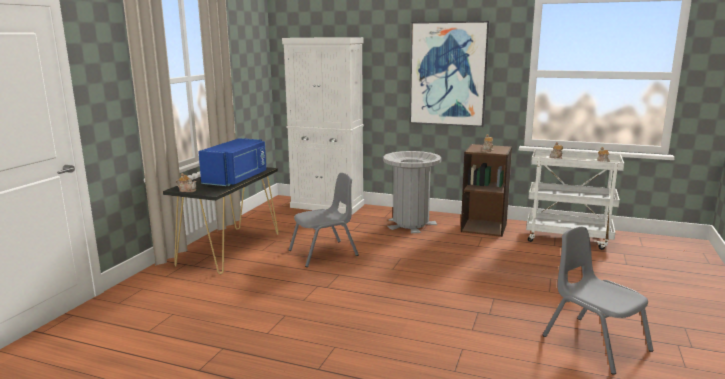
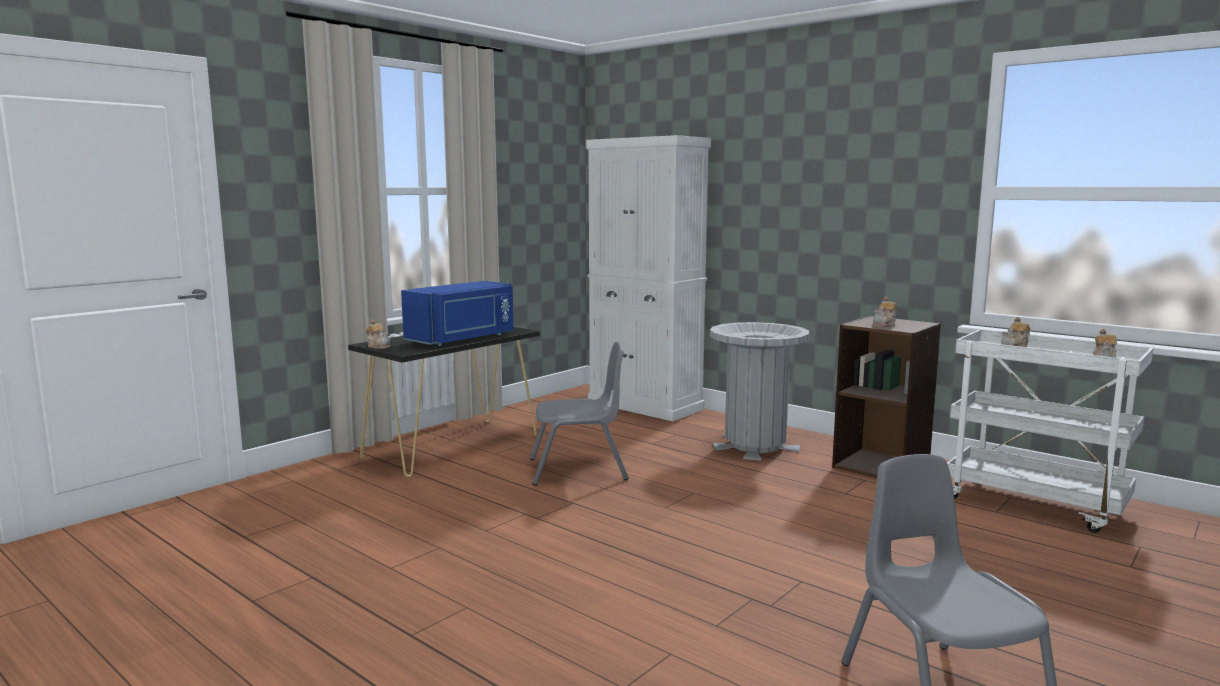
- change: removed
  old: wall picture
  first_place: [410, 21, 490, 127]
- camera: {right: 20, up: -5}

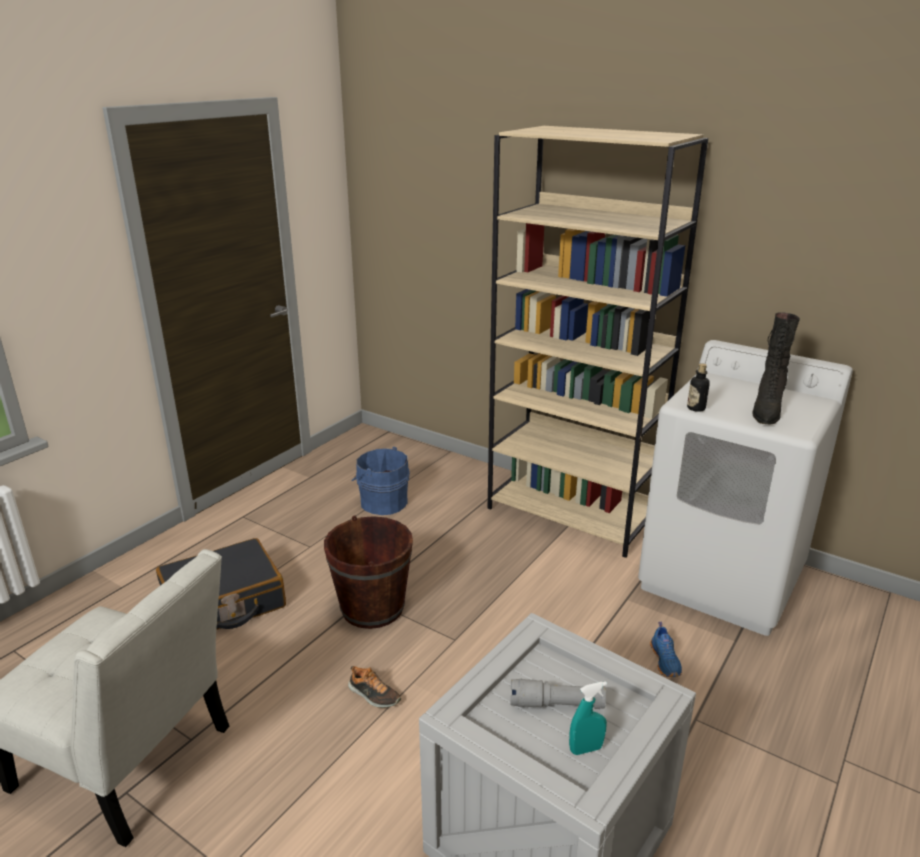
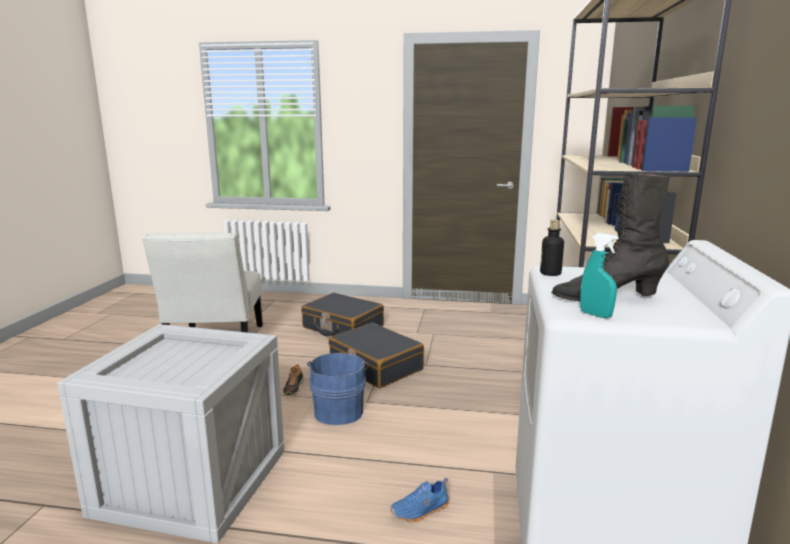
- change: moved
  old: bucket/bluish
  first_place: [351, 446, 410, 515]
  second_place: [307, 353, 369, 425]
- change: replaced
  old: bucket/brownish
  new: suitcase/blackish
  first_place: [324, 515, 413, 629]
  second_place: [329, 323, 424, 388]
- change: removed
  old: flashlight/gray
  first_place: [510, 679, 606, 709]
- change: moved
  old: spray bottle/turquoise-coloured
  first_place: [569, 681, 607, 755]
  second_place: [580, 233, 619, 318]
- camera: {right: 65, up: -10}

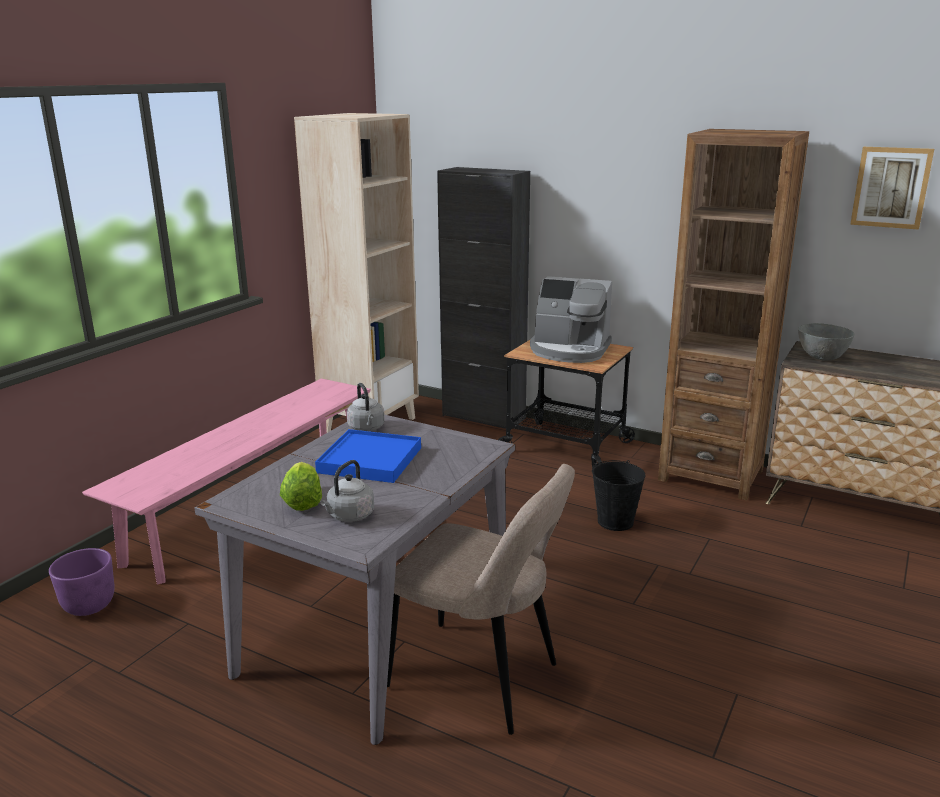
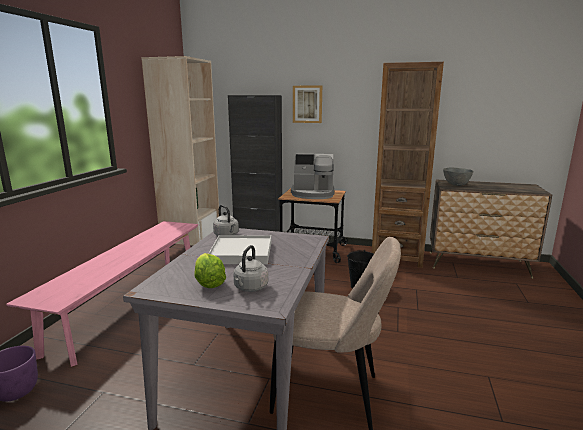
- change: moved
  old: wall picture
  first_place: [850, 147, 934, 230]
  second_place: [293, 85, 322, 123]
- change: recoloured
  old: serving tray/bluish
  new: serving tray/white-coloured
  first_place: [315, 429, 421, 483]
  second_place: [208, 235, 271, 264]
- camera: {right: -15, up: -5}

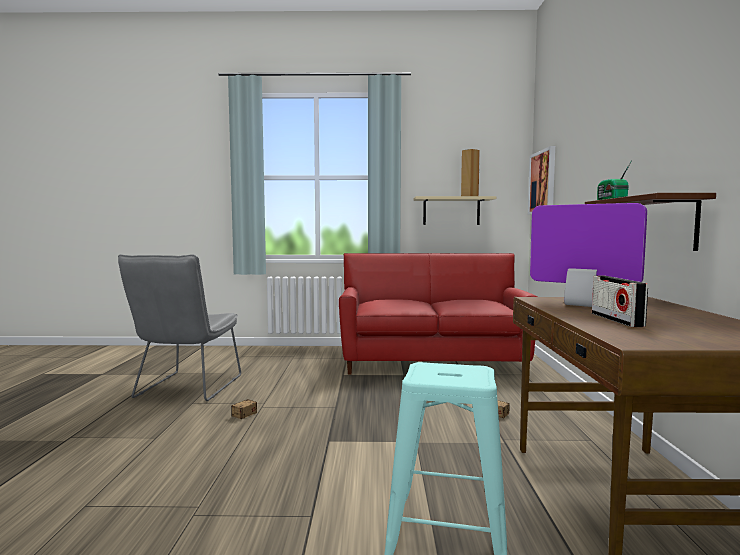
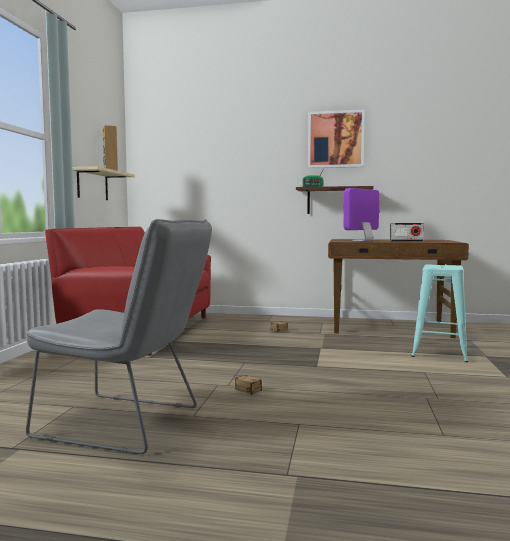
- change: moved
  old: wall picture
  first_place: [528, 146, 555, 215]
  second_place: [308, 110, 365, 168]
- camera: {right: -80, up: 0}

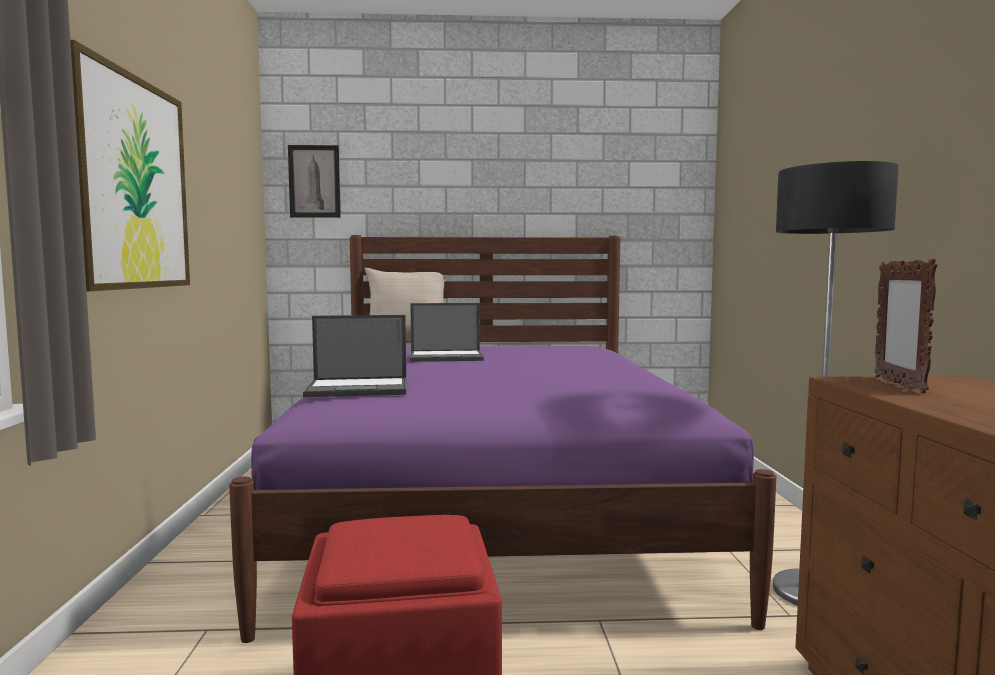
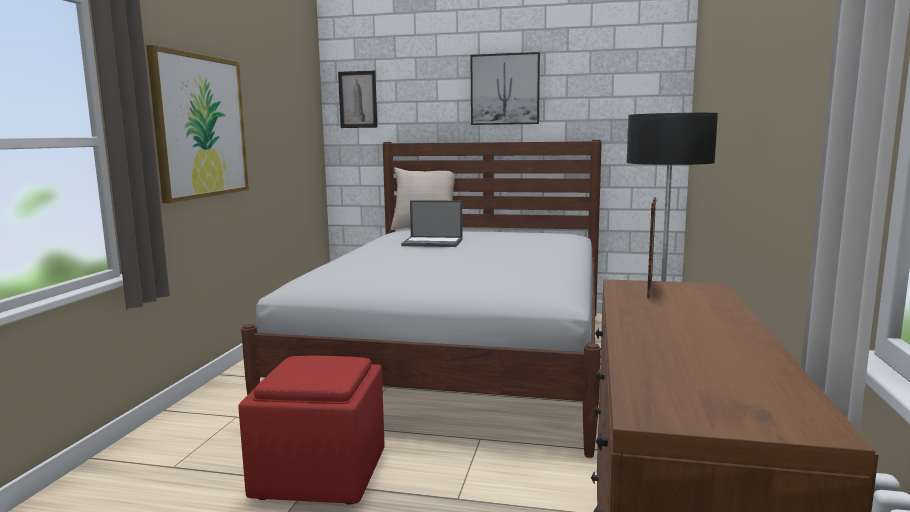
- change: recoloured
  old: bed/purple-coloured
  new: bed/white-coloured
  first_place: [229, 235, 776, 643]
  second_place: [241, 140, 602, 458]
- change: removed
  old: portable computer
  first_place: [303, 315, 406, 397]
- change: added
  new: wall picture
  second_place: [471, 52, 540, 125]
- camera: {right: 15, up: 5}

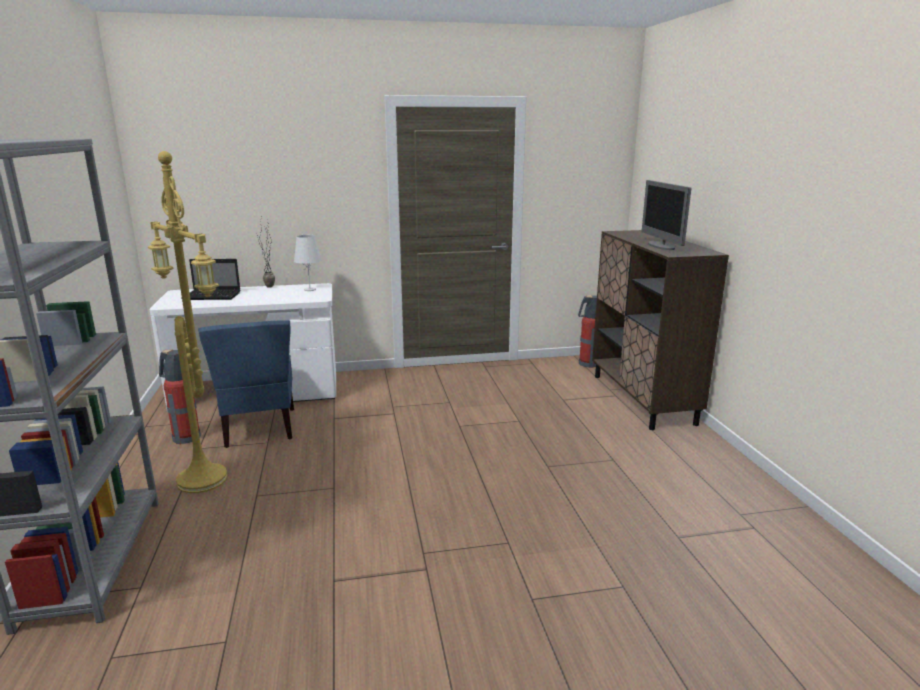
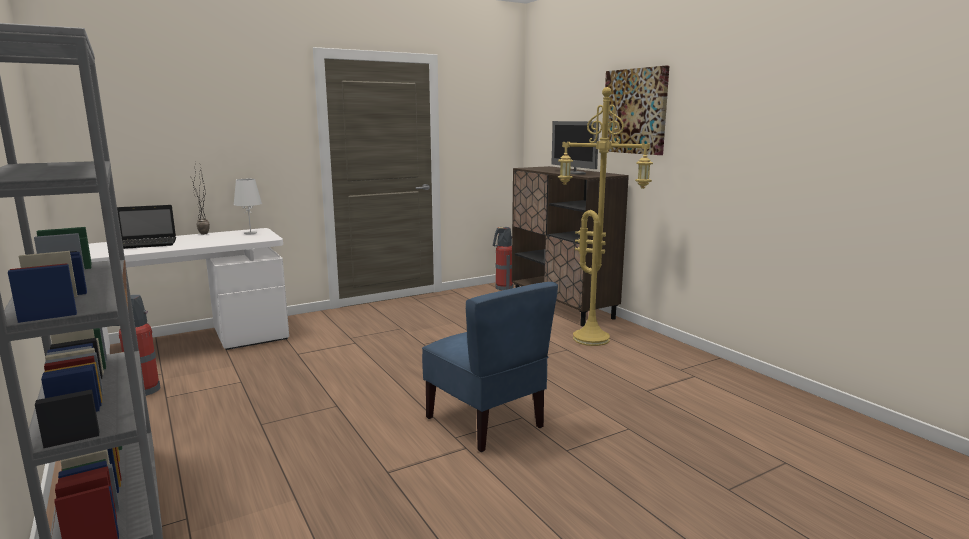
- change: moved
  old: standard lamp/yellowish
  first_place: [148, 151, 228, 493]
  second_place: [558, 87, 653, 346]
- change: moved
  old: plain chair/bluish
  first_place: [198, 320, 294, 448]
  second_place: [422, 282, 558, 452]
- change: added
  new: wall picture
  second_place: [605, 66, 669, 155]
- camera: {right: -20, up: -5}

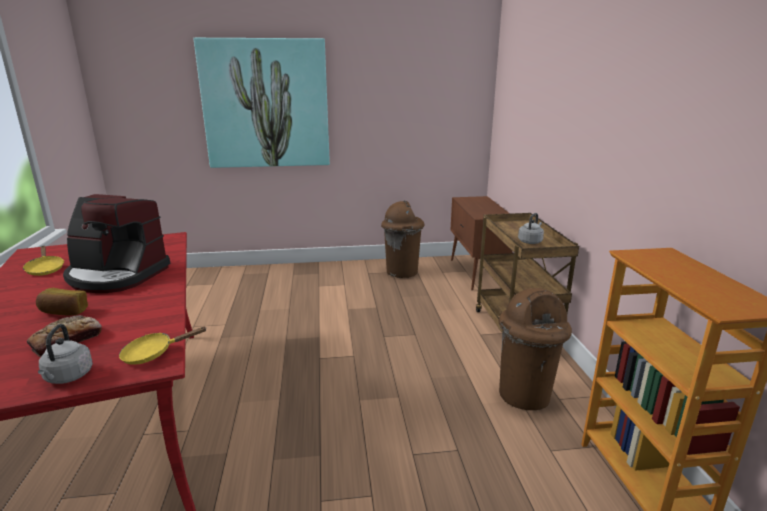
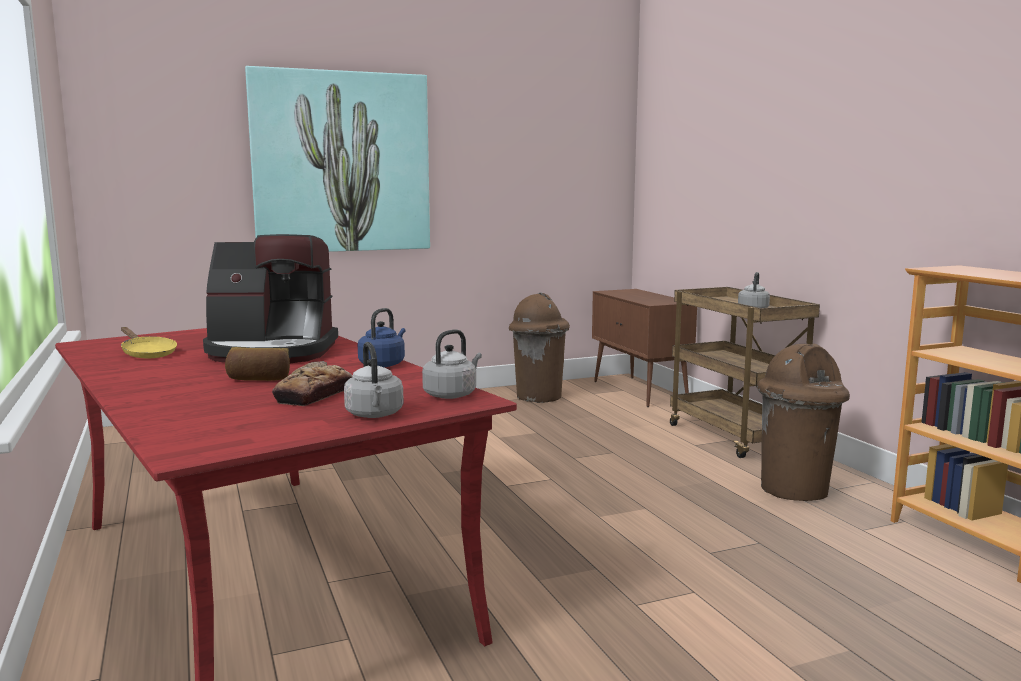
- change: replaced
  old: pan/yellowish
  new: water kettle/gray
  first_place: [119, 327, 207, 365]
  second_place: [422, 329, 482, 399]
- change: added
  new: water kettle/bluish
  second_place: [358, 308, 405, 367]
- camera: {right: -15, up: -10}

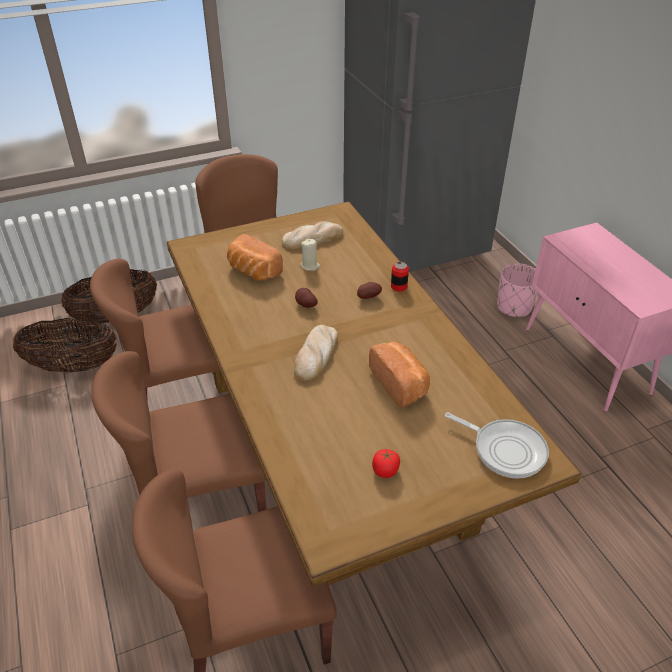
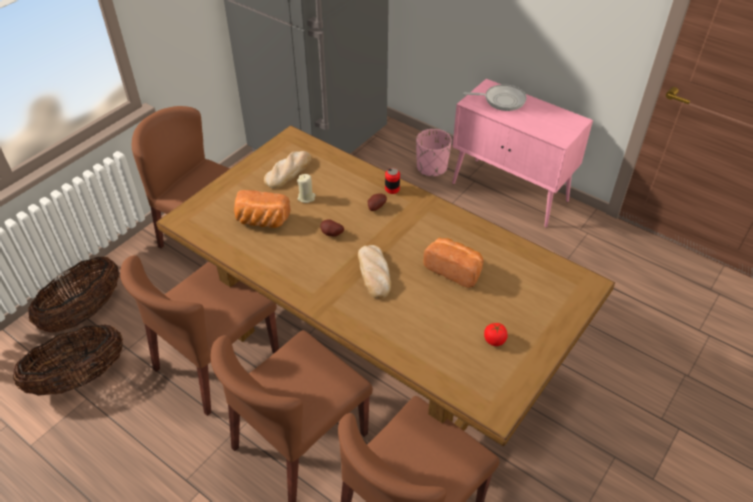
- change: moved
  old: pan
  first_place: [445, 412, 549, 479]
  second_place: [463, 84, 527, 111]
- camera: {right: -30, up: 5}

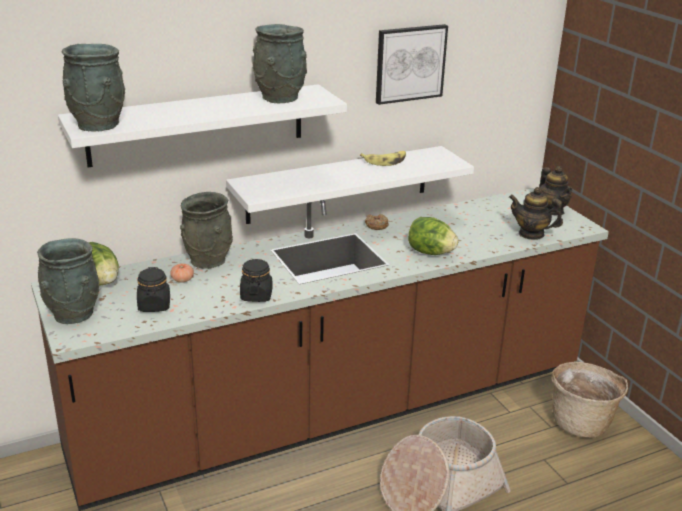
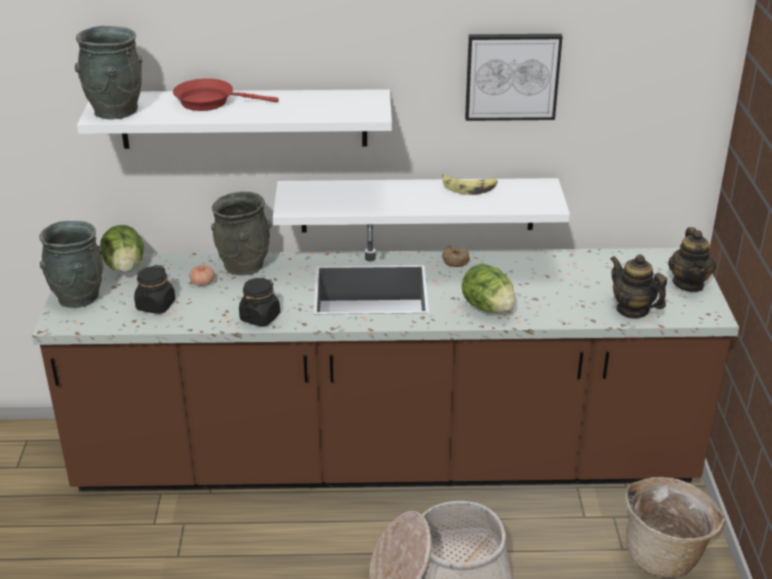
- change: removed
  old: decorative vase/gray
  first_place: [253, 24, 307, 104]
- change: added
  new: pan/reddish
  second_place: [173, 78, 279, 111]
- camera: {right: 25, up: 5}

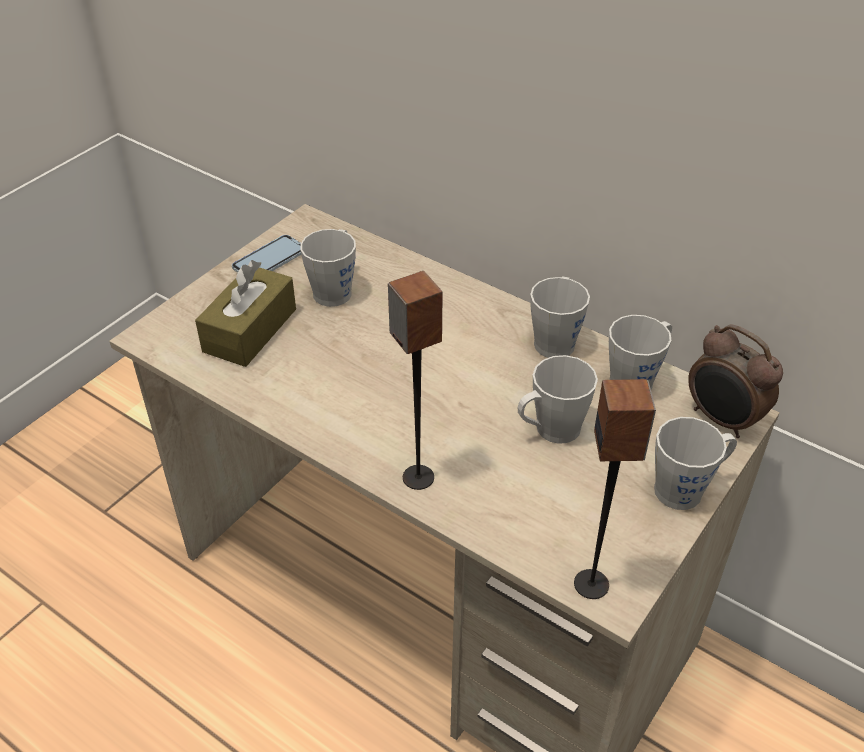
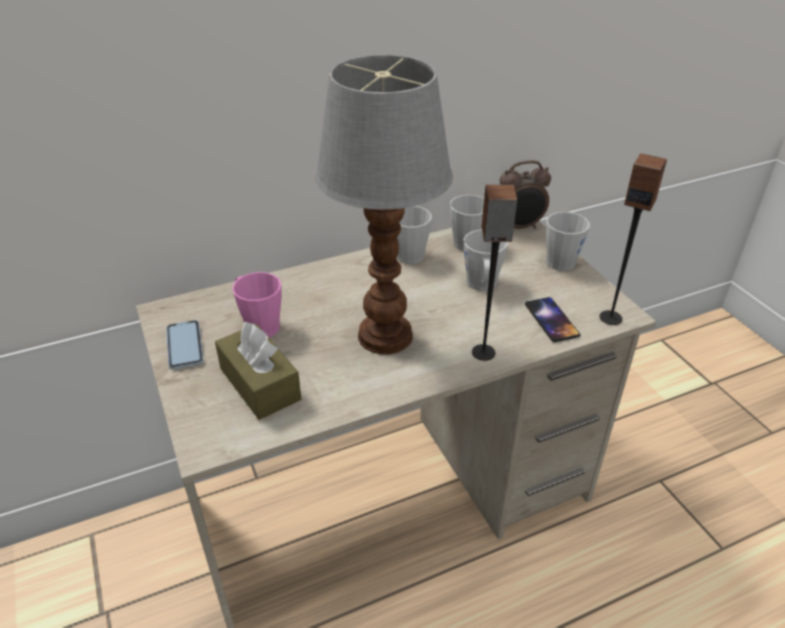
- change: recoloured
  old: mug/gray
  new: mug/pink
  first_place: [300, 229, 356, 307]
  second_place: [232, 272, 282, 337]
- change: added
  new: tabletop lamp
  second_place: [315, 55, 453, 354]
- change: added
  new: phone
  second_place: [525, 297, 580, 342]
- camera: {right: -60, up: -5}

